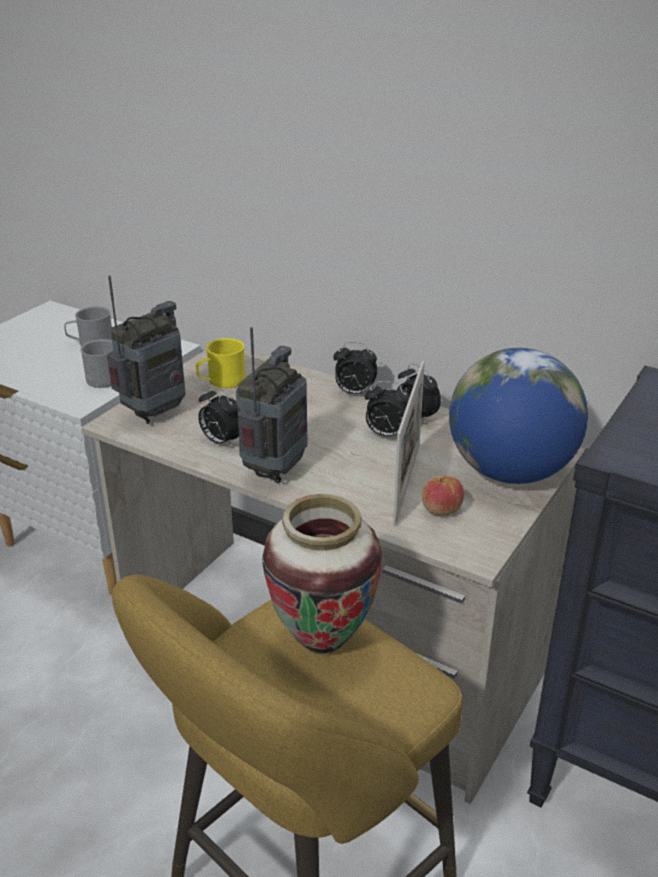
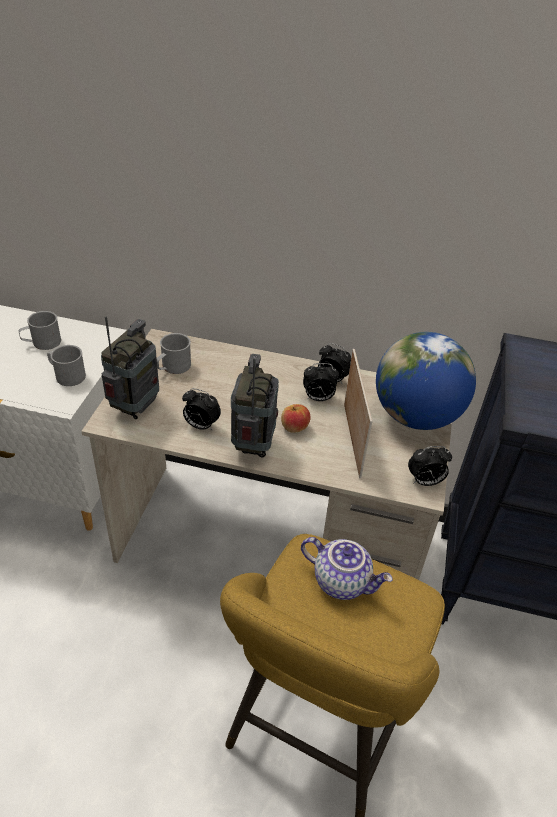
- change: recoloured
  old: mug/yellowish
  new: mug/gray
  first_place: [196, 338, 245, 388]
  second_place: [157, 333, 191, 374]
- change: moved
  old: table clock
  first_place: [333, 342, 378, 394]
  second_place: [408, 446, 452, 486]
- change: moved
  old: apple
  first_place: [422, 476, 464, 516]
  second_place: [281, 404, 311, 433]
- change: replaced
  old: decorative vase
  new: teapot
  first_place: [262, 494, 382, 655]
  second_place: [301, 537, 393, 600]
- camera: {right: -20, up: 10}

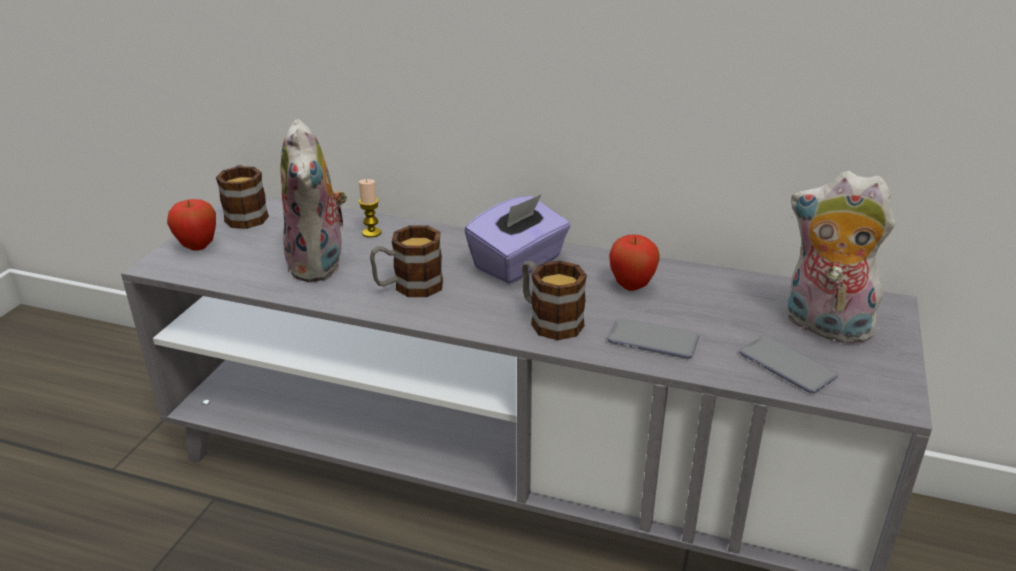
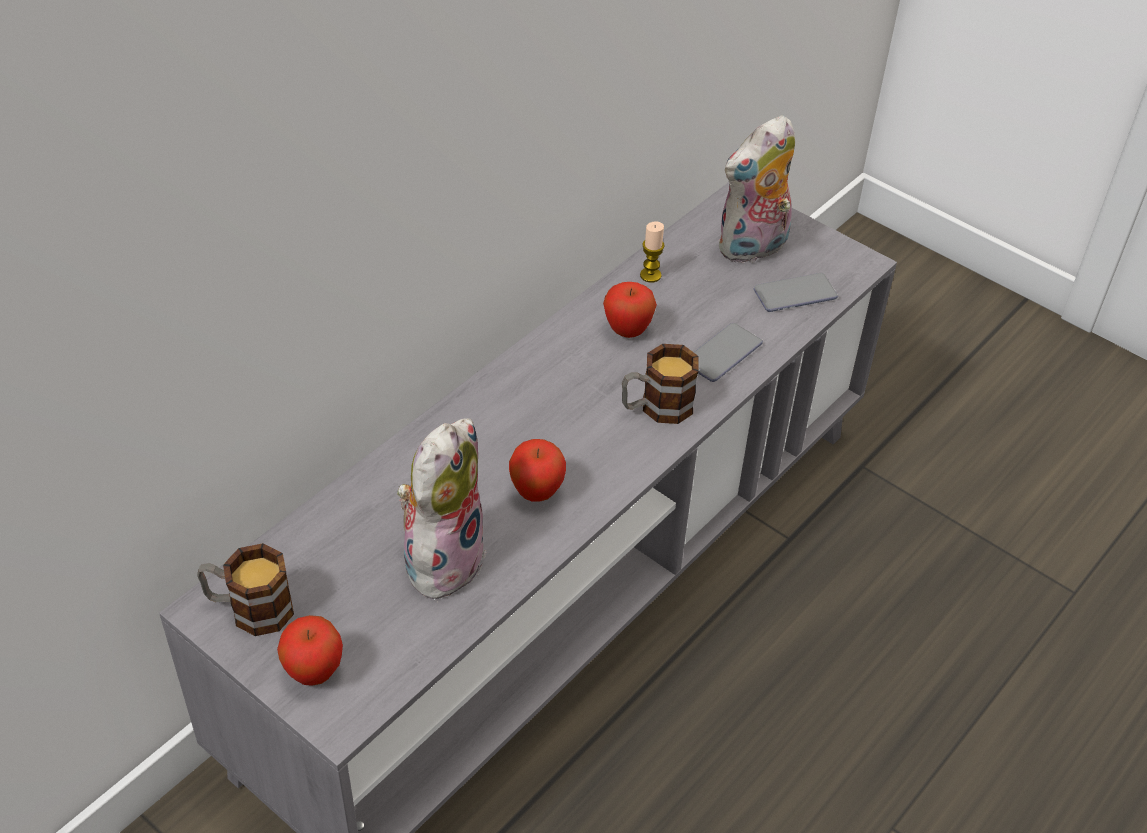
- change: turned
  old: plush toy
  first_place: [280, 119, 347, 282]
  second_place: [397, 418, 487, 606]
  degrees: -75
- change: moved
  old: candle
  first_place: [359, 179, 381, 238]
  second_place: [640, 221, 664, 283]
- change: removed
  old: tissue box/purple-coloured
  first_place: [464, 194, 570, 284]
- change: replaced
  old: mug
  new: apple
  first_place: [370, 225, 443, 297]
  second_place: [509, 439, 566, 502]
- camera: {right: -70, up: 15}

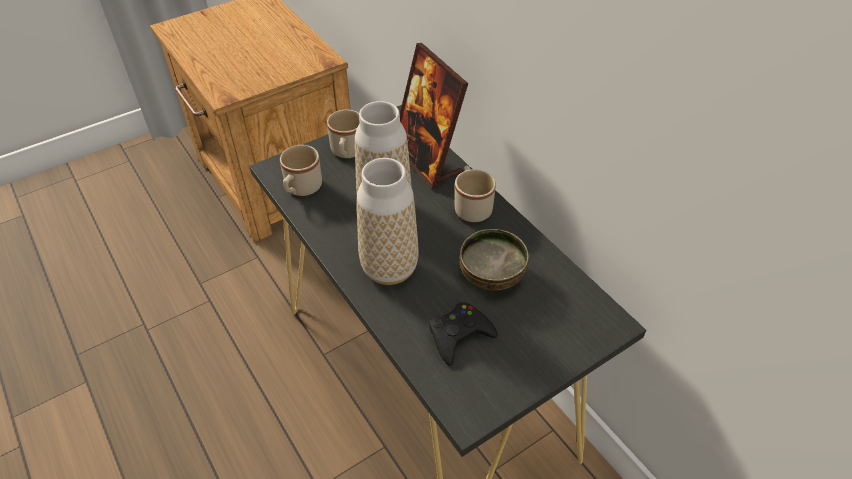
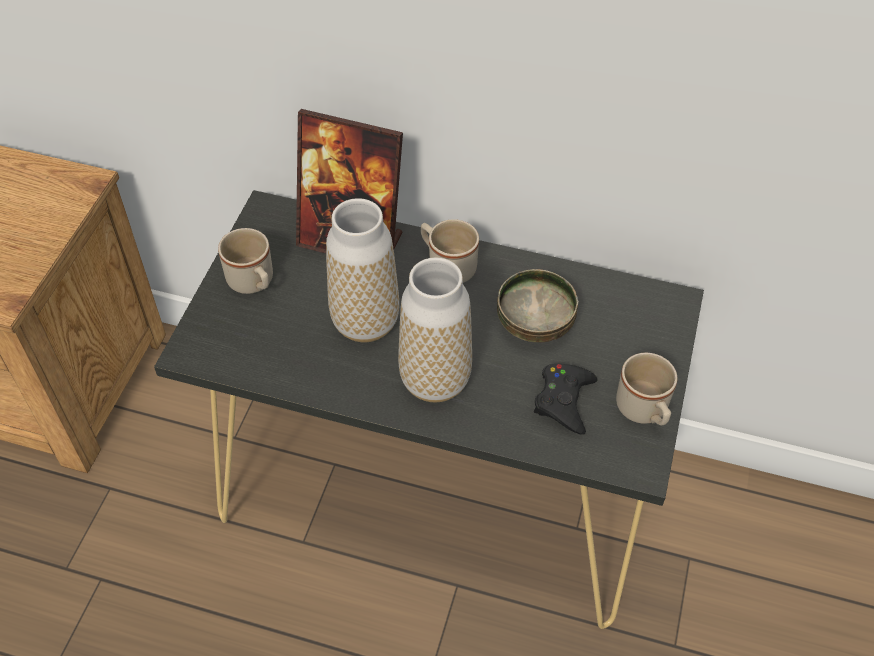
- change: moved
  old: mug/beige-coloured
  first_place: [280, 145, 322, 196]
  second_place: [616, 353, 677, 426]
- camera: {right: -40, up: 5}

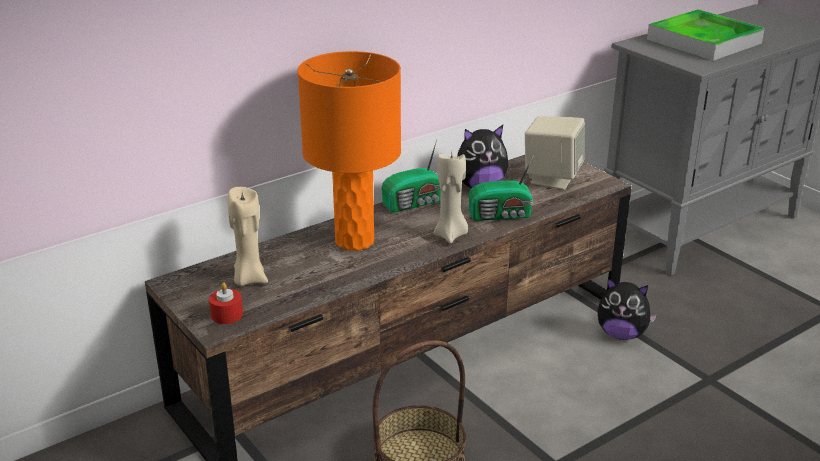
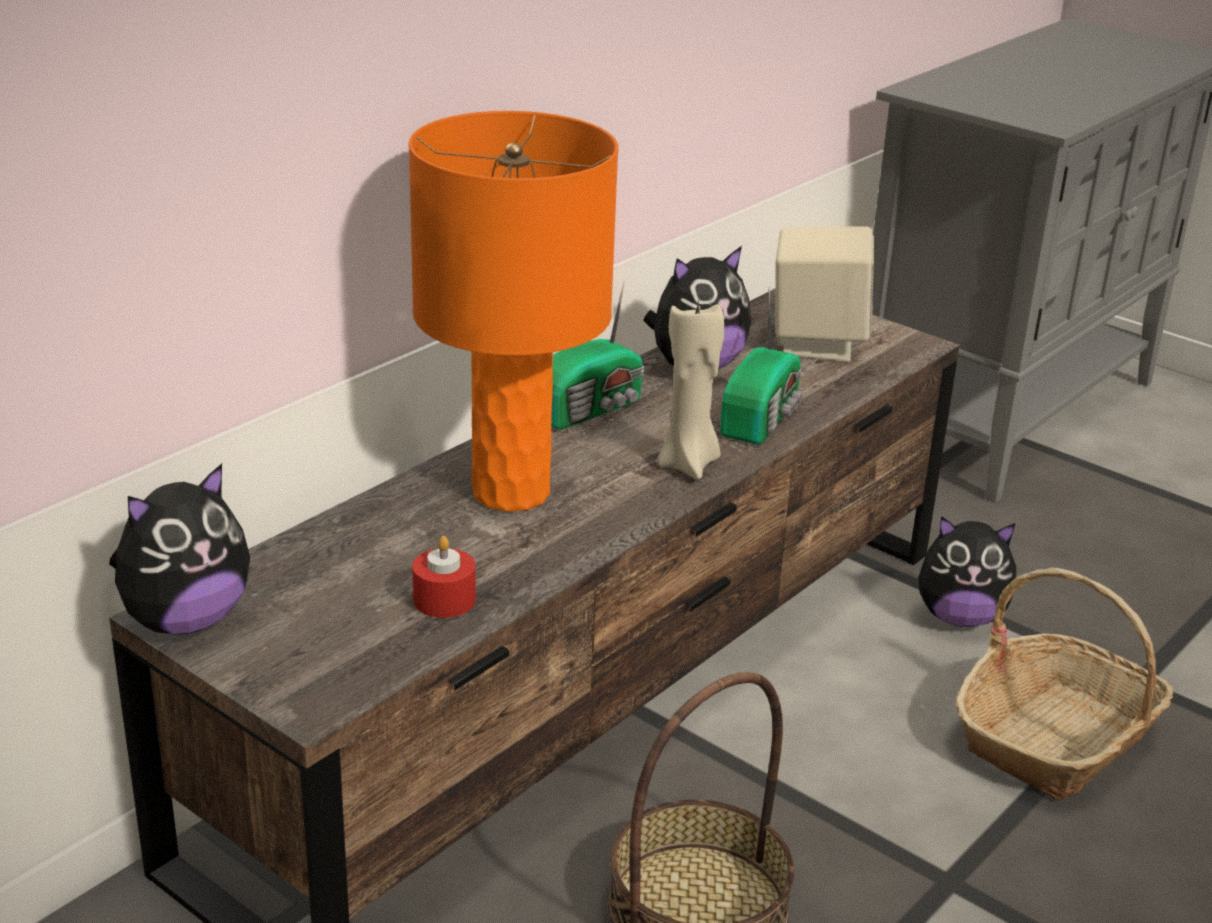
- change: removed
  old: serving tray
  first_place: [647, 9, 765, 61]
- change: turned
  old: radio receiver
  first_place: [469, 155, 534, 221]
  second_place: [720, 287, 803, 445]
  degrees: -45
- change: removed
  old: candle/beige-coloured
  first_place: [228, 187, 268, 286]
- change: moved
  old: candle/reddish
  first_place: [209, 282, 243, 324]
  second_place: [412, 536, 476, 618]
- change: added
  new: plush toy
  second_place: [109, 464, 250, 634]
- change: added
  new: storage basket
  second_place: [955, 567, 1174, 801]
- camera: {right: -15, up: 0}

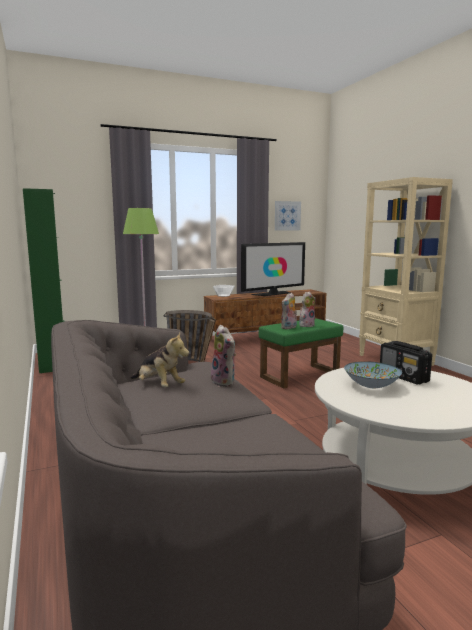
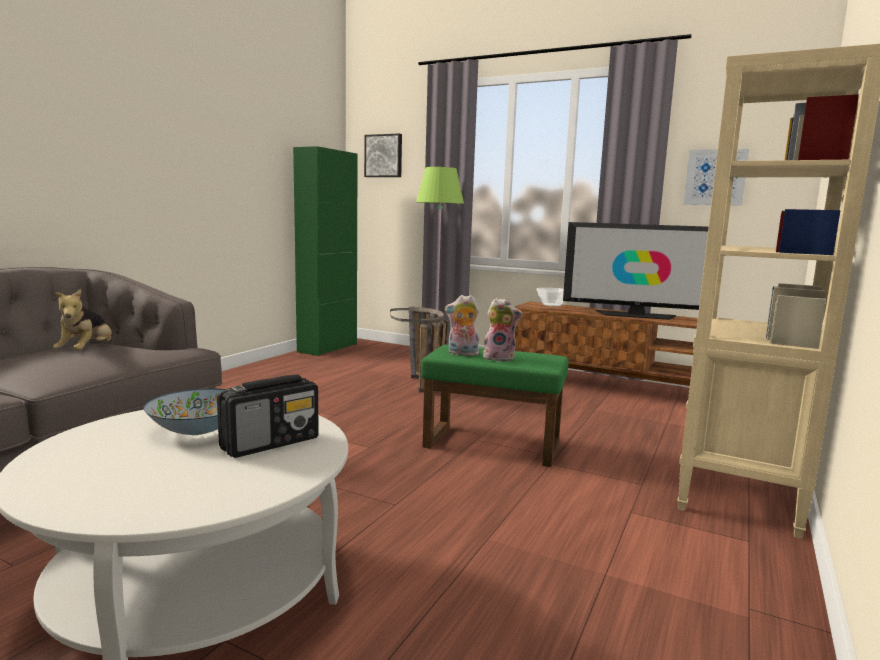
- change: removed
  old: plush toy
  first_place: [211, 325, 236, 387]
- change: turned
  old: radio receiver
  first_place: [380, 341, 432, 385]
  second_place: [217, 374, 319, 458]
  degrees: -150
- change: added
  new: wall picture
  second_place: [364, 134, 402, 177]
- camera: {right: 50, up: 0}

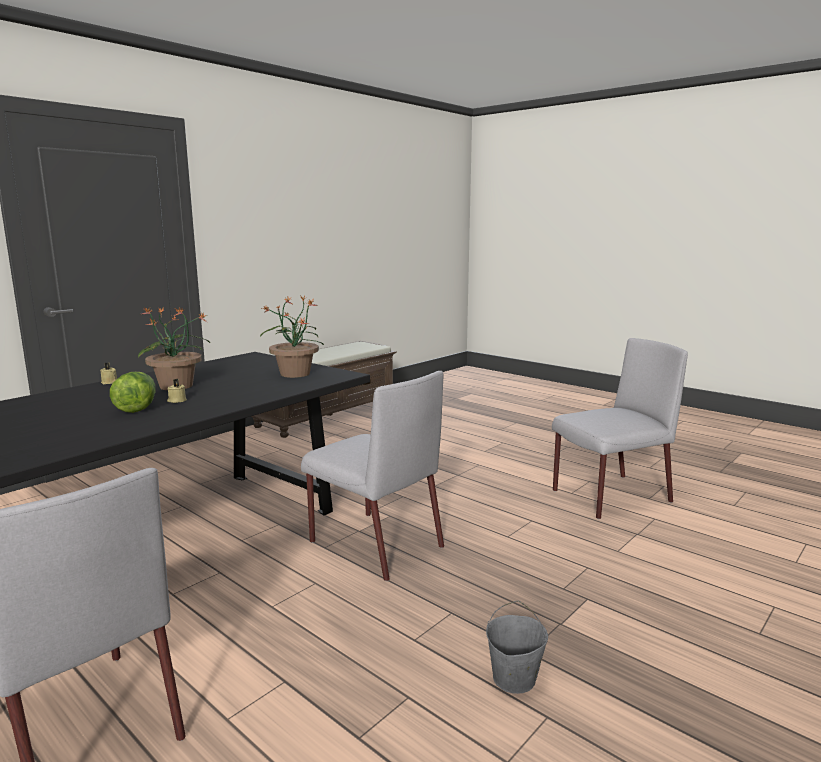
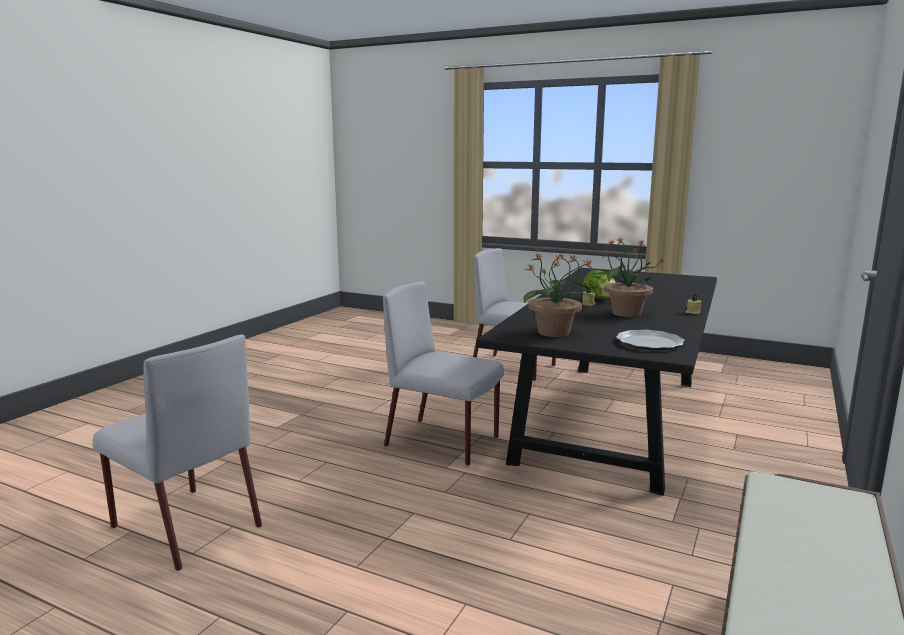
- change: turned
  old: plain chair/gray
  first_place: [552, 338, 688, 519]
  second_place: [92, 335, 262, 571]
  degrees: -105
- change: removed
  old: bucket/gray
  first_place: [486, 601, 548, 694]
- change: added
  new: flat dish
  second_place: [616, 330, 685, 351]
- camera: {right: 165, up: 0}

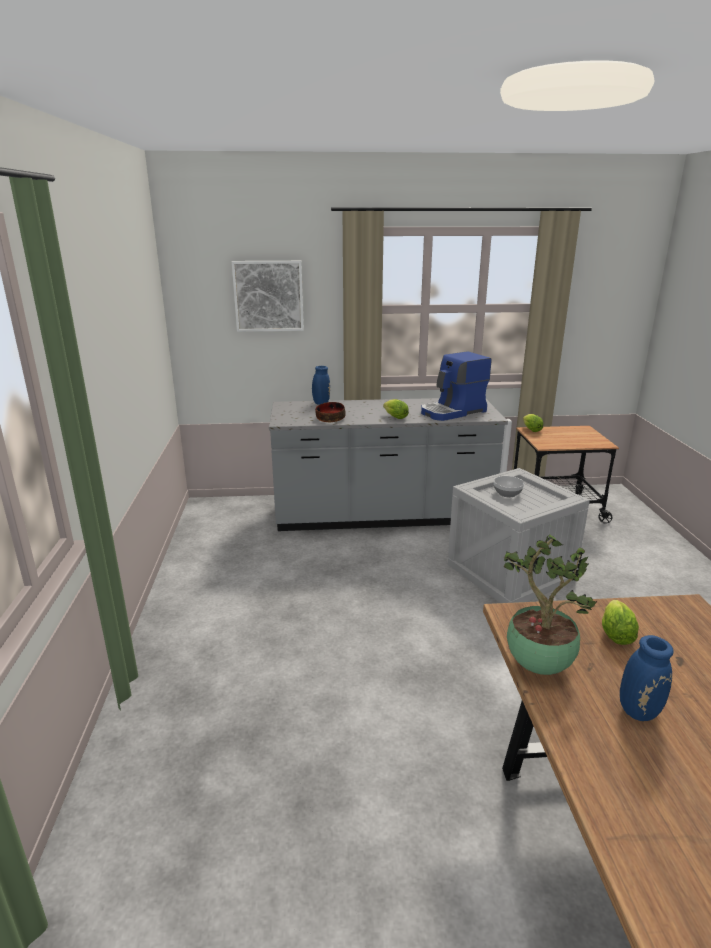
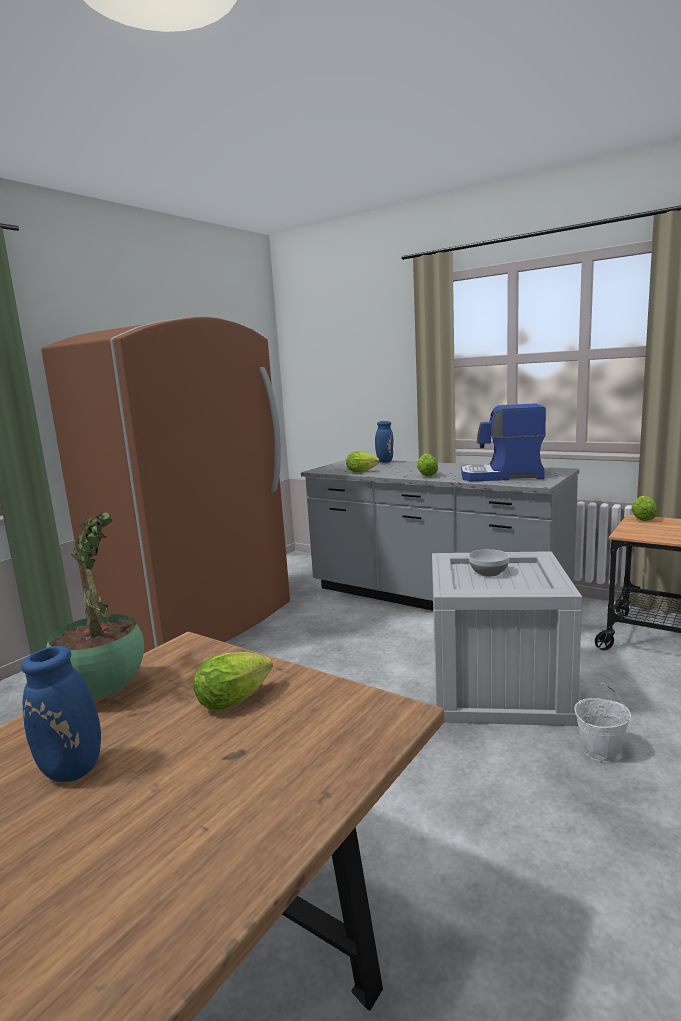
- change: removed
  old: wall picture
  first_place: [232, 261, 304, 332]
- change: replaced
  old: deep dish
  new: lettuce head
  first_place: [315, 402, 346, 422]
  second_place: [346, 451, 380, 472]
- change: added
  new: kitchen fridge/brownish
  second_place: [41, 317, 290, 653]
- change: added
  new: bucket/white-coloured
  second_place: [574, 683, 631, 762]
- camera: {right: 40, up: -10}

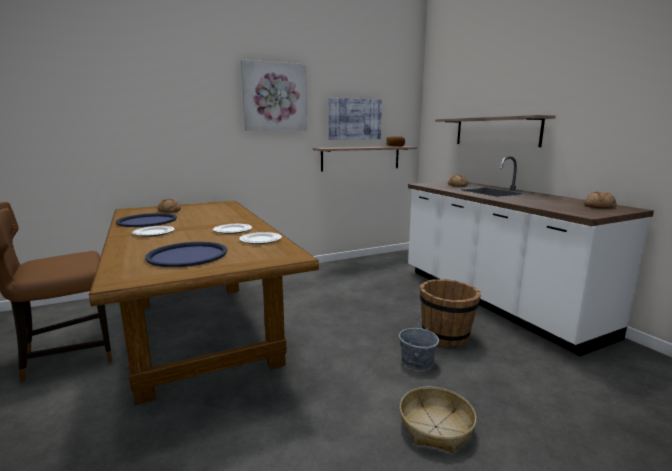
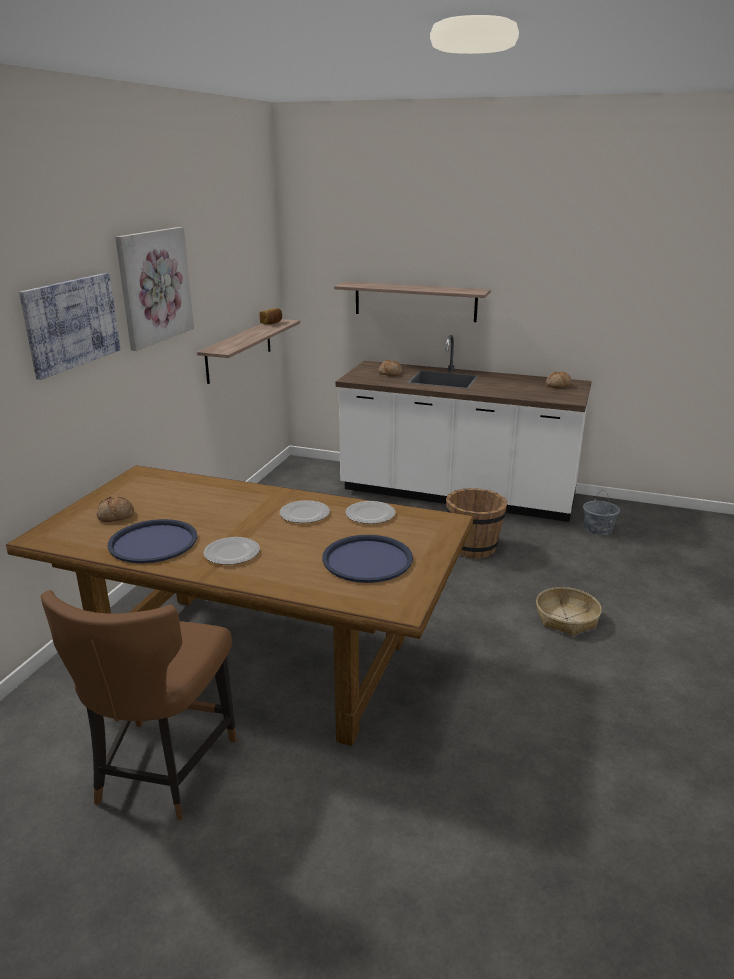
- change: moved
  old: wall picture
  first_place: [329, 98, 382, 140]
  second_place: [19, 273, 120, 380]
- change: moved
  old: bucket/gray
  first_place: [399, 318, 439, 370]
  second_place: [583, 490, 620, 535]
- camera: {right: -45, up: 10}

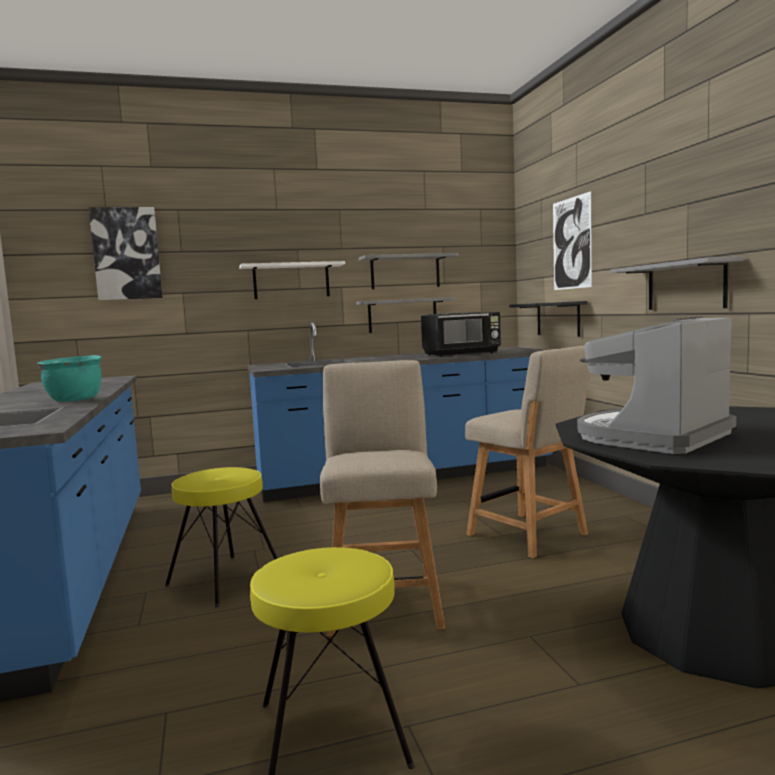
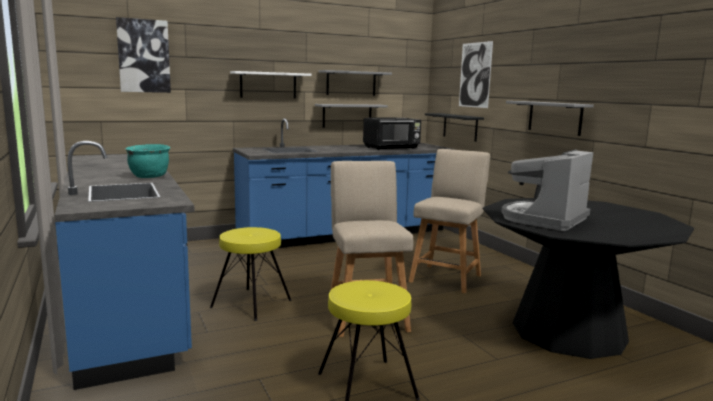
- change: turned
  old: plain chair/beige-coloured
  first_place: [465, 346, 591, 558]
  second_place: [409, 149, 490, 293]
  degrees: -105
- camera: {right: -10, up: 5}

